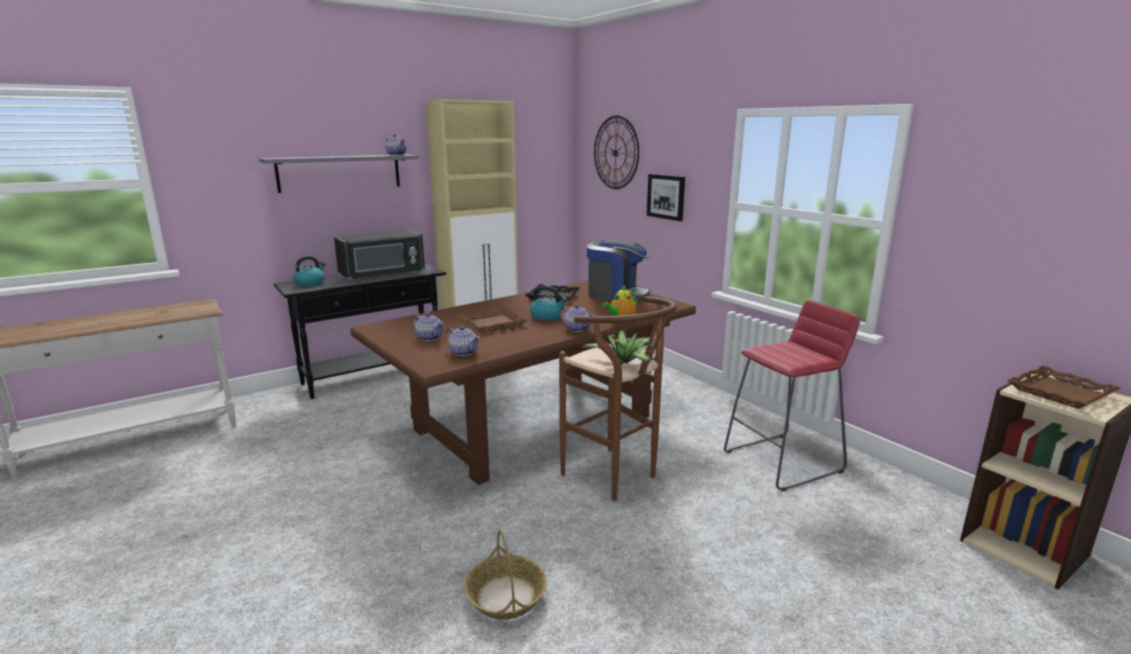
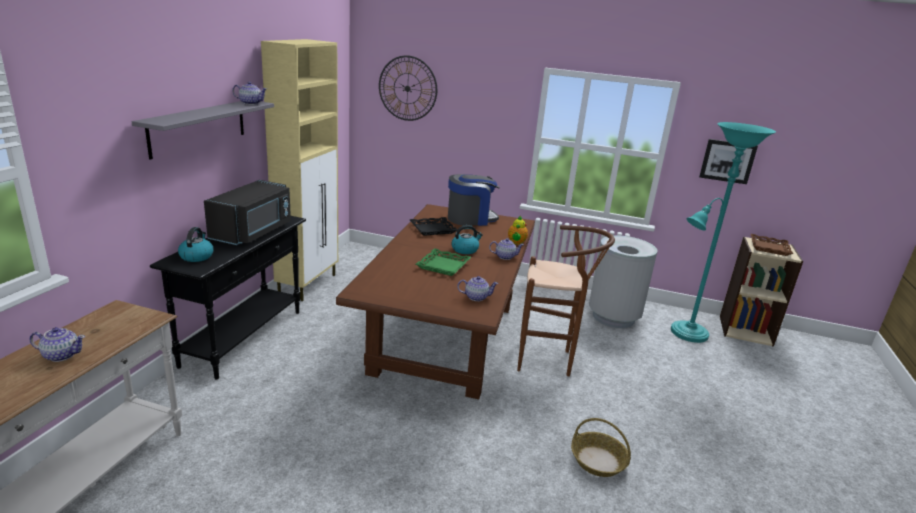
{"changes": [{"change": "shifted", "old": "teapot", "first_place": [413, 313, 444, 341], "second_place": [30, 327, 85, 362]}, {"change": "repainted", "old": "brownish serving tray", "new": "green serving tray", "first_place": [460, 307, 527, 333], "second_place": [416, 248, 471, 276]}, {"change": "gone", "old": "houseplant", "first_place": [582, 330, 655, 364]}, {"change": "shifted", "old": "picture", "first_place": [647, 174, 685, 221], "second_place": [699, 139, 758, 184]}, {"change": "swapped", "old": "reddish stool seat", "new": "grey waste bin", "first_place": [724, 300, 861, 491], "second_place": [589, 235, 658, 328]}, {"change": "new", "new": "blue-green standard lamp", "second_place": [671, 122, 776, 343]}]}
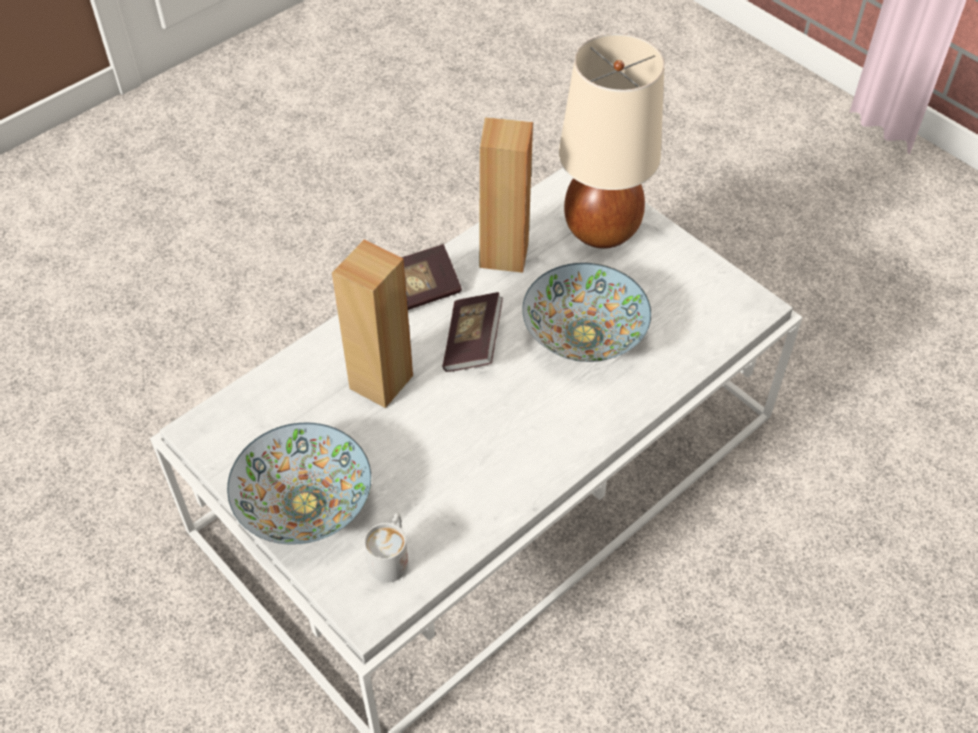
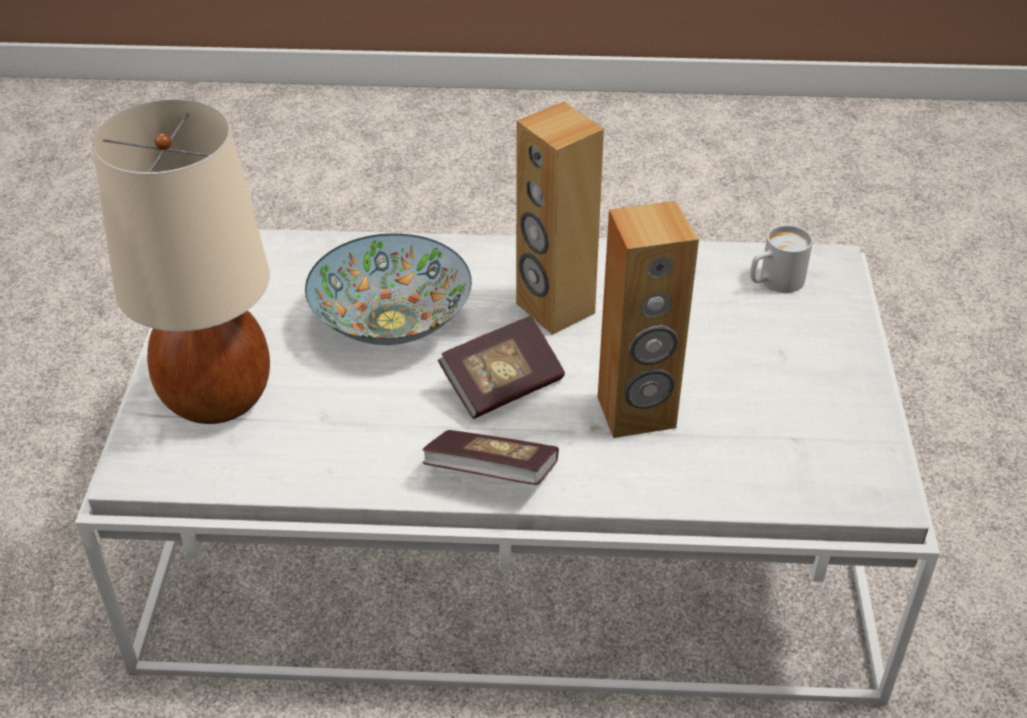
{"changes": [{"change": "gone", "old": "deep dish", "first_place": [227, 423, 371, 545]}, {"change": "shifted", "old": "brownish loudspeaker", "first_place": [479, 117, 533, 273], "second_place": [516, 102, 604, 335]}]}
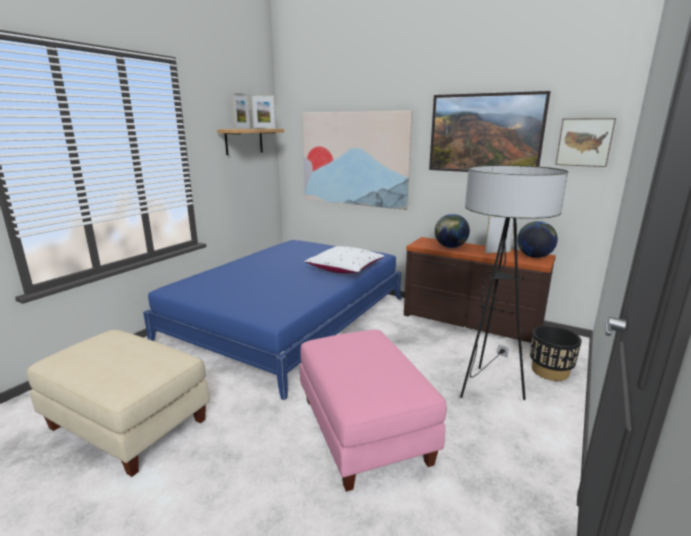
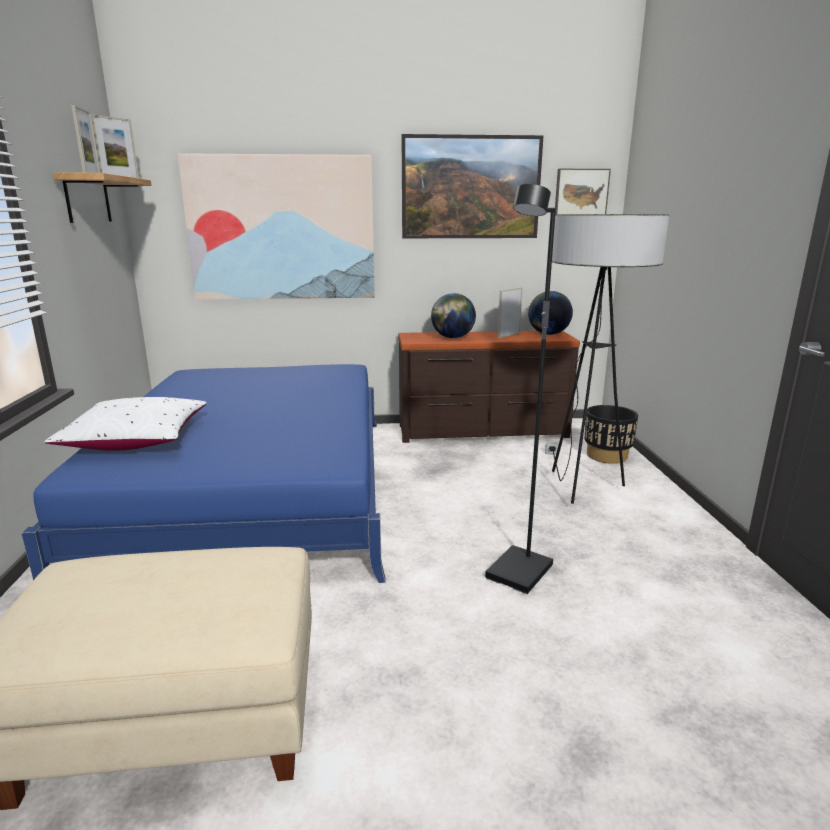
{"changes": [{"change": "swapped", "old": "pink pouffe", "new": "blackish standard lamp", "first_place": [300, 330, 446, 492], "second_place": [485, 184, 556, 594]}, {"change": "shifted", "old": "white pillow", "first_place": [304, 246, 384, 273], "second_place": [44, 397, 207, 451]}]}
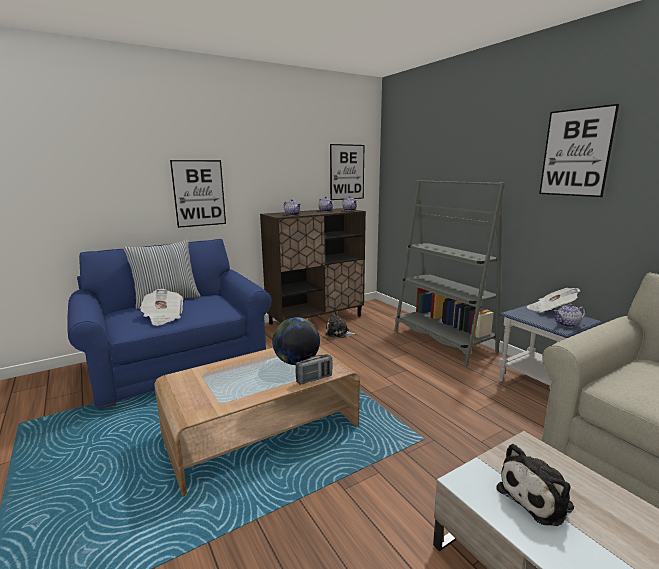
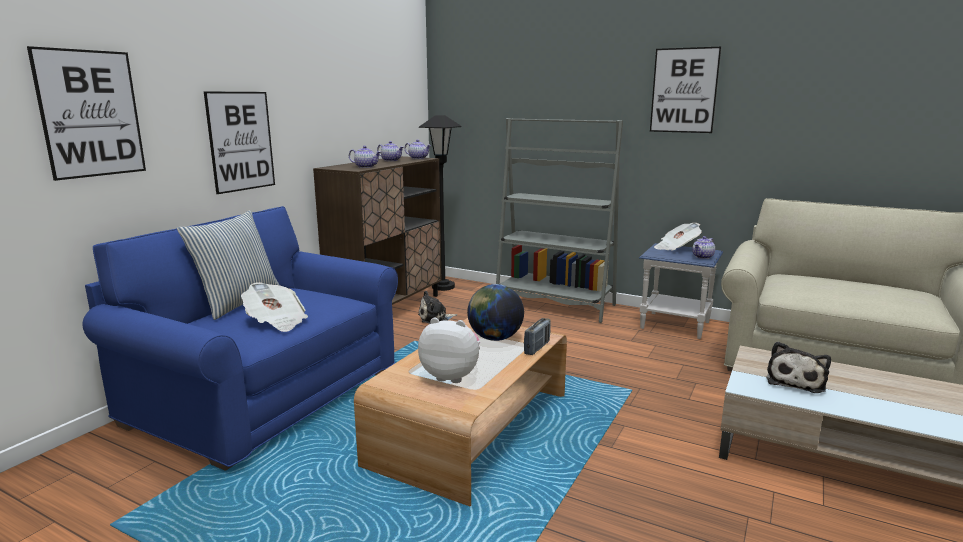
{"changes": [{"change": "shifted", "old": "picture", "first_place": [330, 144, 364, 200], "second_place": [27, 46, 146, 181]}, {"change": "new", "new": "plush toy", "second_place": [418, 317, 480, 383]}, {"change": "new", "new": "blackish standard lamp", "second_place": [419, 115, 462, 291]}]}
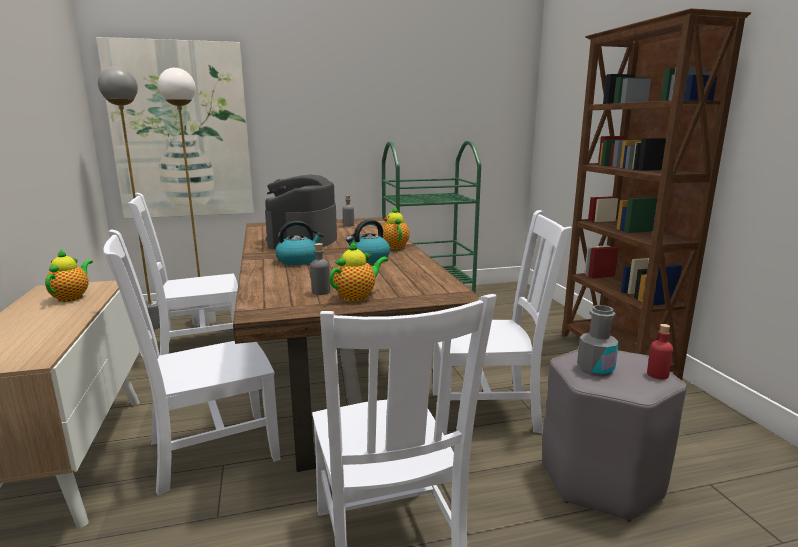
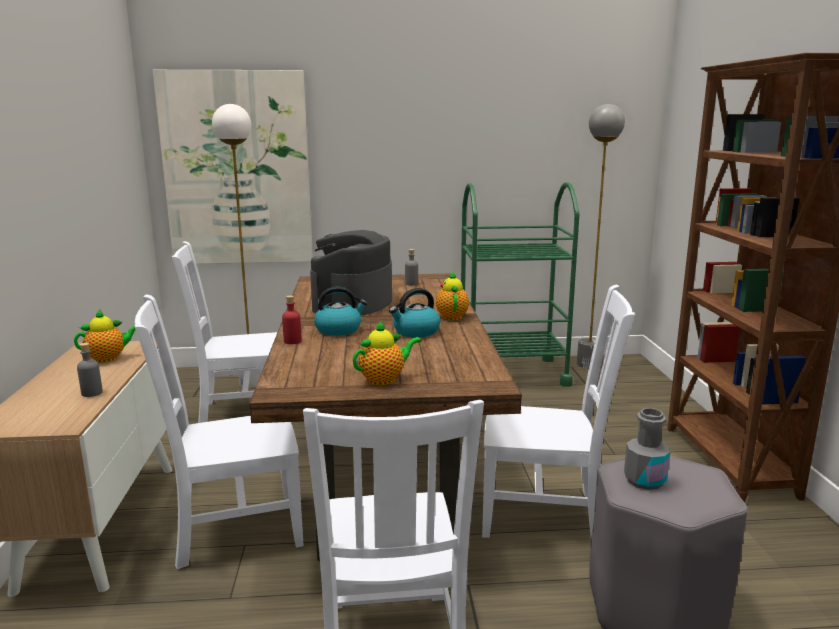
{"changes": [{"change": "rotated", "old": "teapot", "first_place": [45, 249, 93, 302], "second_place": [74, 309, 135, 363], "degrees": 45}, {"change": "shifted", "old": "grey standard lamp", "first_place": [98, 66, 160, 330], "second_place": [577, 104, 625, 369]}, {"change": "shifted", "old": "grey drink bottle", "first_place": [310, 243, 330, 295], "second_place": [77, 343, 103, 397]}, {"change": "shifted", "old": "reddish drink bottle", "first_place": [647, 324, 673, 380], "second_place": [282, 295, 301, 344]}]}
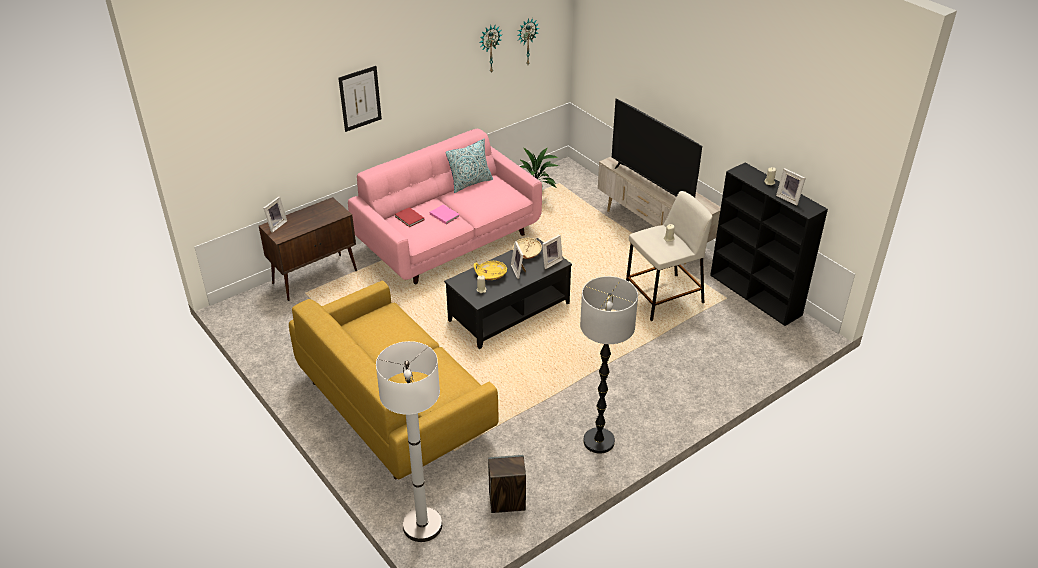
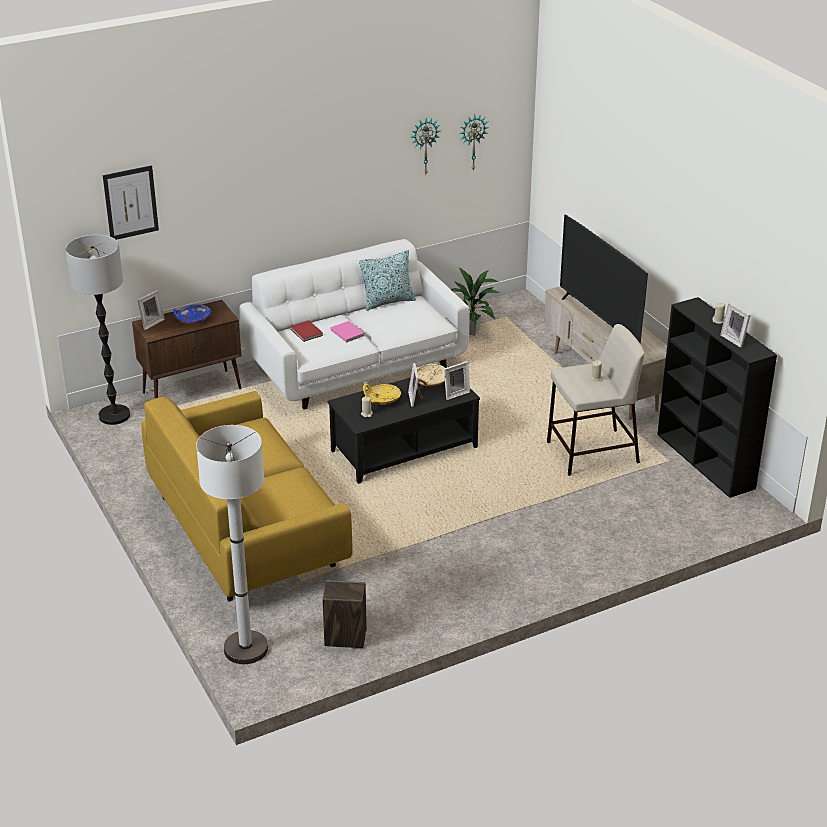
{"changes": [{"change": "shifted", "old": "picture", "first_place": [338, 66, 382, 132], "second_place": [103, 165, 159, 240]}, {"change": "repainted", "old": "pink sofa", "new": "white sofa", "first_place": [348, 129, 542, 284], "second_place": [239, 239, 470, 410]}, {"change": "shifted", "old": "standard lamp", "first_place": [580, 276, 638, 454], "second_place": [66, 235, 130, 425]}, {"change": "new", "new": "blue-coloured deep dish", "second_place": [173, 304, 211, 324]}]}
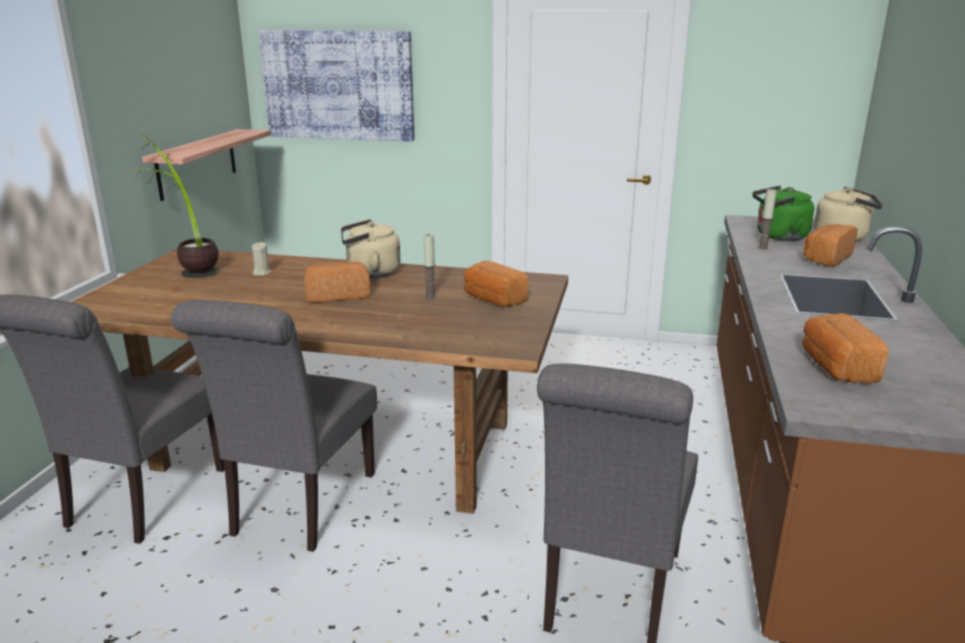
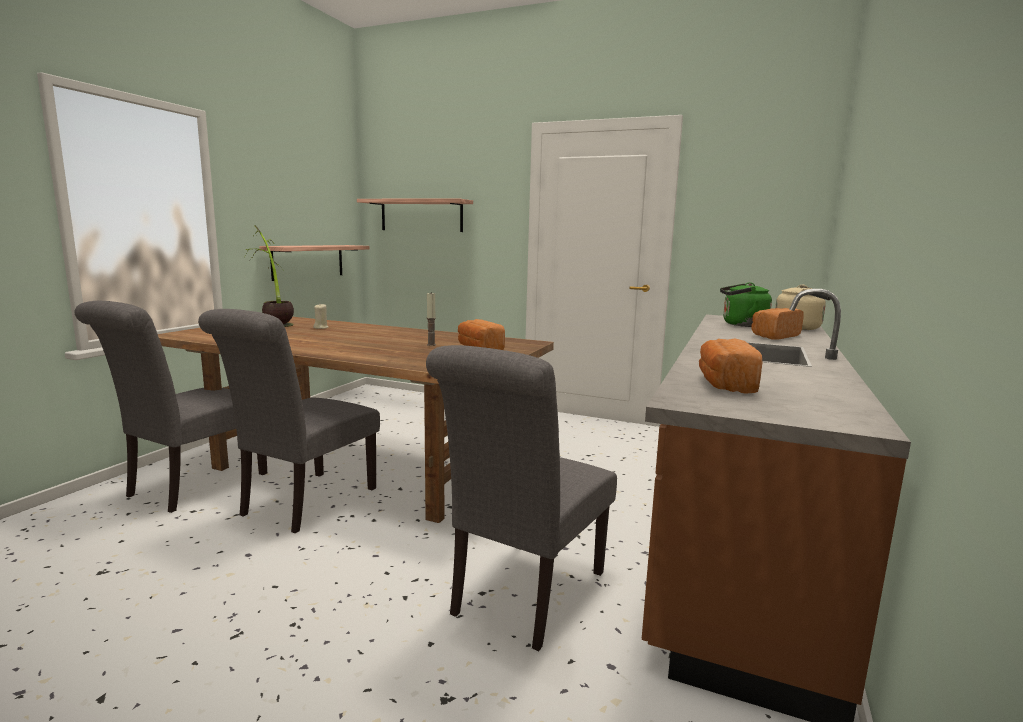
{"changes": [{"change": "swapped", "old": "picture", "new": "bracket shelf", "first_place": [259, 30, 415, 142], "second_place": [357, 199, 473, 232]}, {"change": "gone", "old": "baked bread", "first_place": [304, 261, 370, 303]}, {"change": "gone", "old": "sand-coloured kettle", "first_place": [341, 219, 400, 278]}, {"change": "gone", "old": "wax light", "first_place": [758, 188, 777, 250]}]}
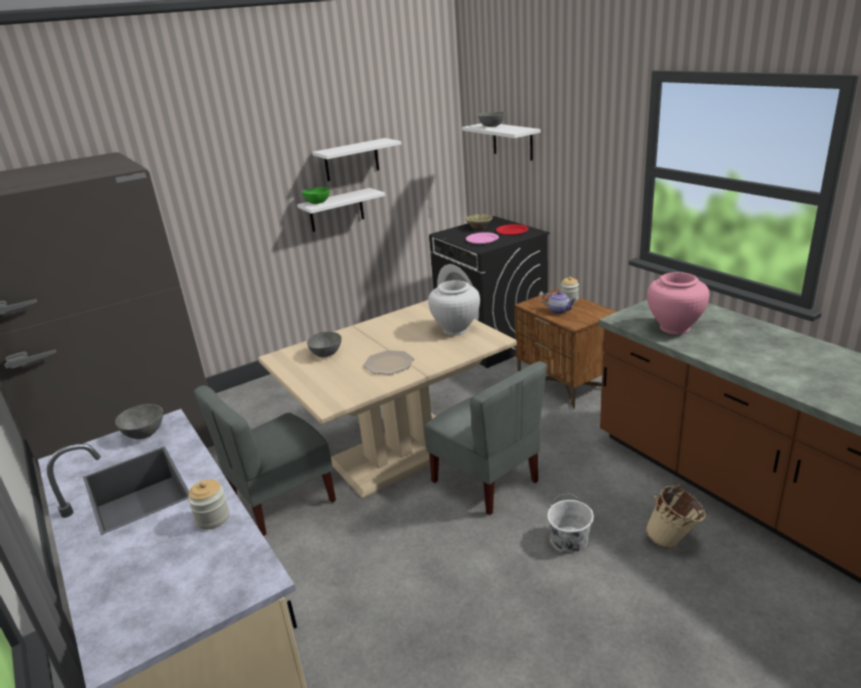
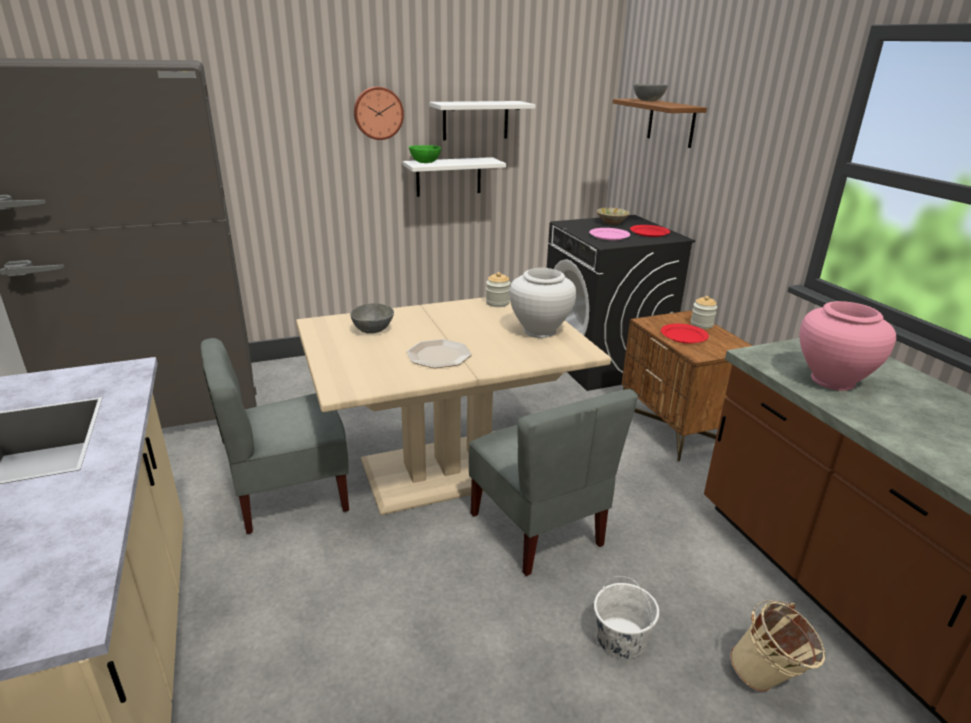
{"changes": [{"change": "gone", "old": "grey deep dish", "first_place": [115, 404, 163, 439]}, {"change": "shifted", "old": "jar", "first_place": [188, 480, 230, 530], "second_place": [486, 272, 511, 307]}, {"change": "repainted", "old": "white bracket shelf", "new": "brownish bracket shelf", "first_place": [462, 123, 541, 161], "second_place": [613, 99, 707, 148]}, {"change": "swapped", "old": "teapot", "new": "reddish flat dish", "first_place": [542, 291, 576, 314], "second_place": [661, 324, 709, 343]}, {"change": "new", "new": "wall clock", "second_place": [354, 87, 404, 140]}]}
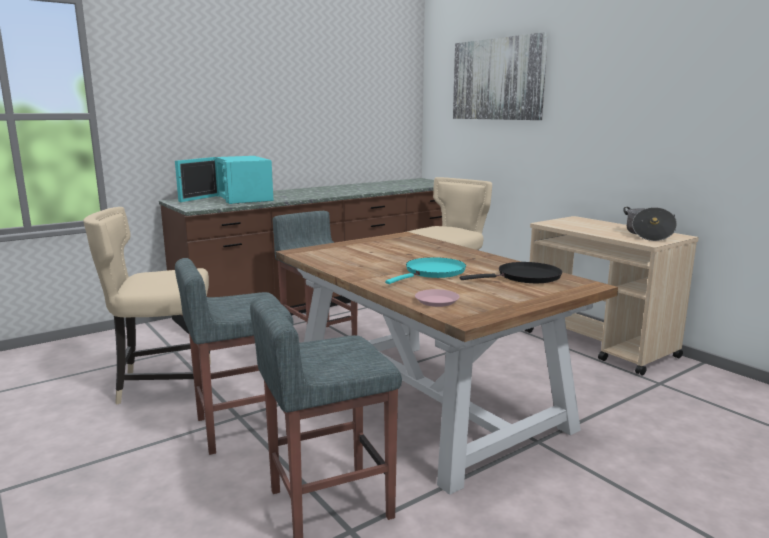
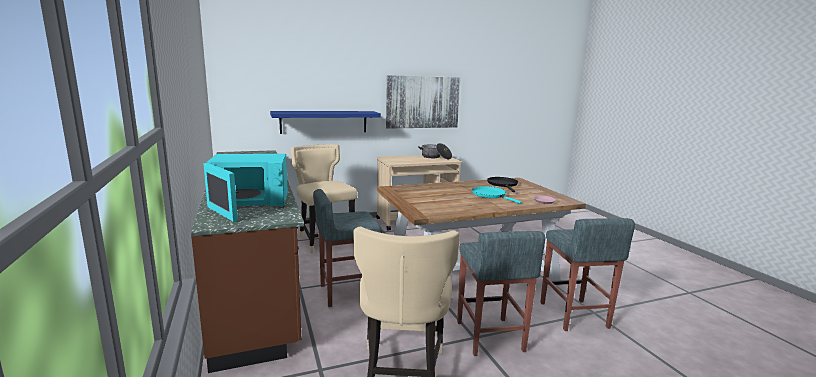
{"changes": [{"change": "shifted", "old": "picture", "first_place": [453, 32, 548, 120], "second_place": [386, 75, 461, 128]}, {"change": "new", "new": "blue-coloured bracket shelf", "second_place": [270, 111, 381, 134]}]}
